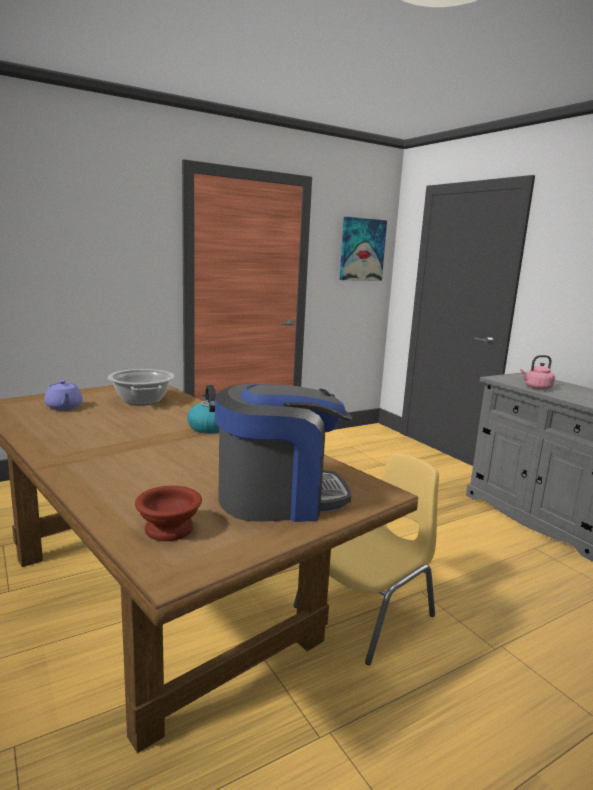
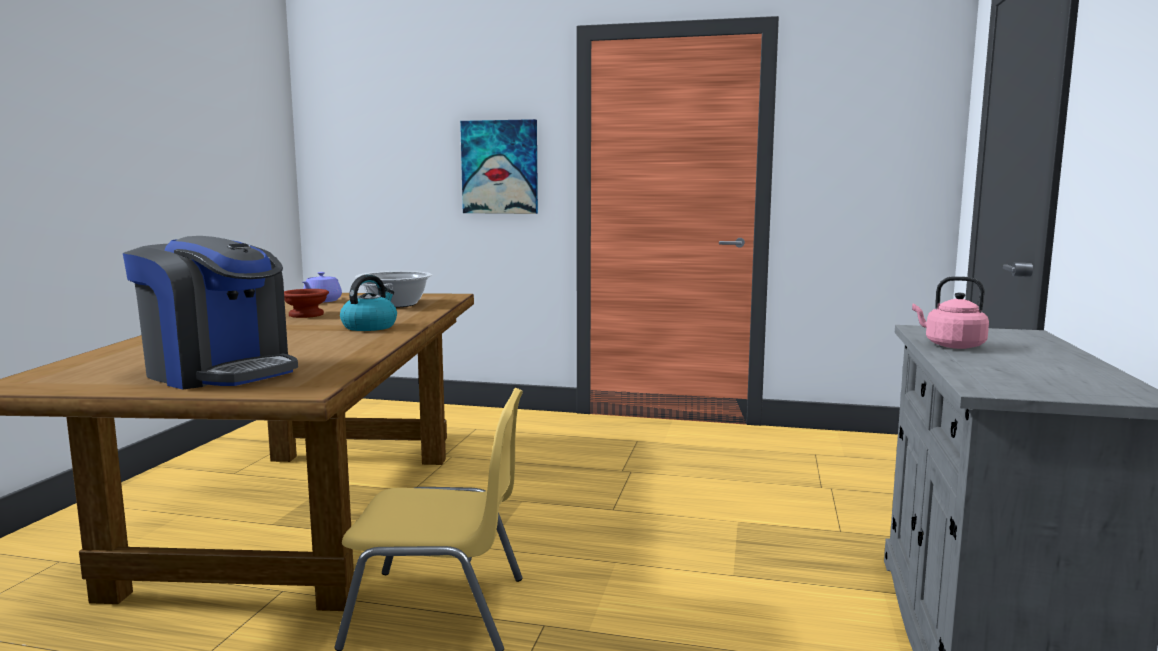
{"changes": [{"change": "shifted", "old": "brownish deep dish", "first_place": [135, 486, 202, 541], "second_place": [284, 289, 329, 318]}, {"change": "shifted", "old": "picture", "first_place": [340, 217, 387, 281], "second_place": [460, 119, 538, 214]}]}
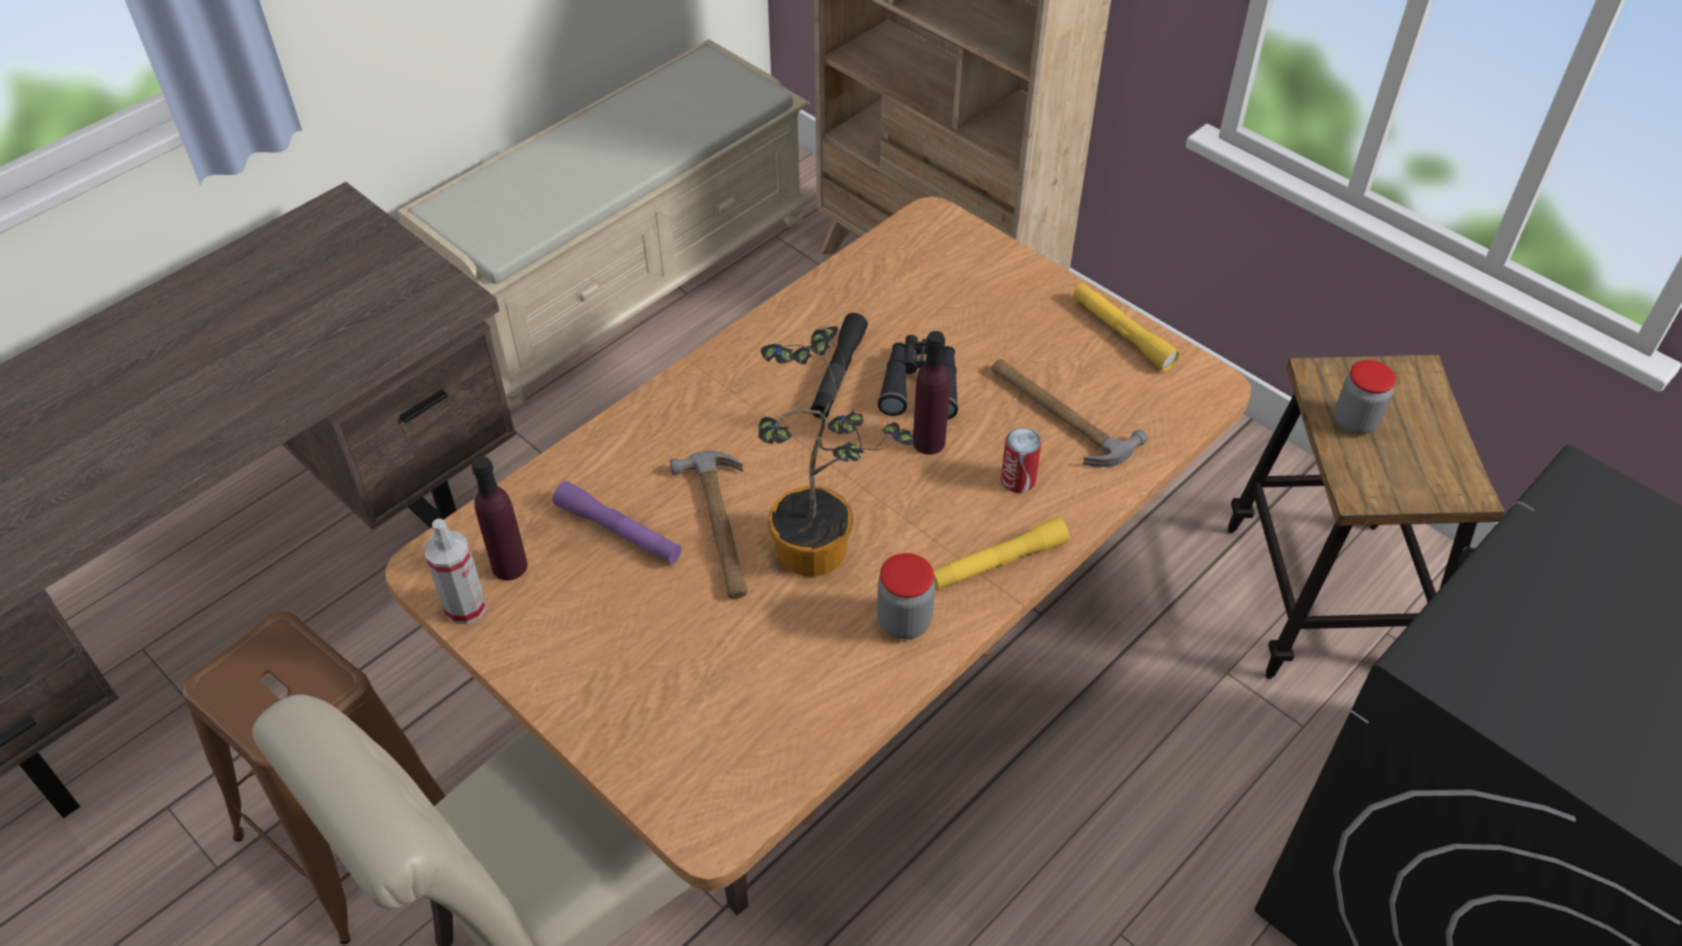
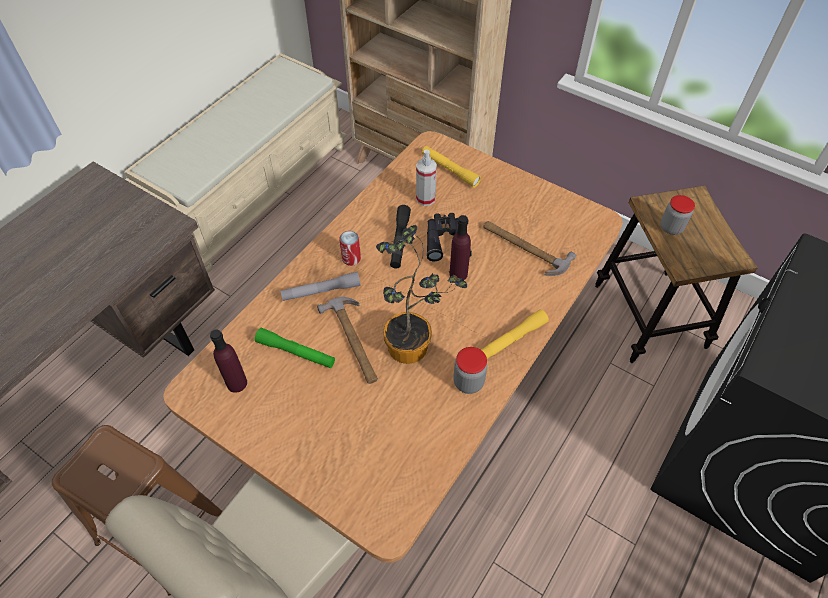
{"changes": [{"change": "shifted", "old": "hand sprayer", "first_place": [424, 519, 487, 624], "second_place": [416, 150, 437, 206]}, {"change": "repainted", "old": "purple-coloured hand torch", "new": "green hand torch", "first_place": [553, 481, 681, 564], "second_place": [255, 328, 335, 368]}, {"change": "shifted", "old": "can", "first_place": [1001, 428, 1042, 493], "second_place": [339, 231, 361, 266]}, {"change": "shifted", "old": "yellow-coloured hand torch", "first_place": [1073, 283, 1180, 371], "second_place": [422, 146, 481, 188]}, {"change": "new", "new": "grey hand torch", "second_place": [280, 272, 360, 301]}]}
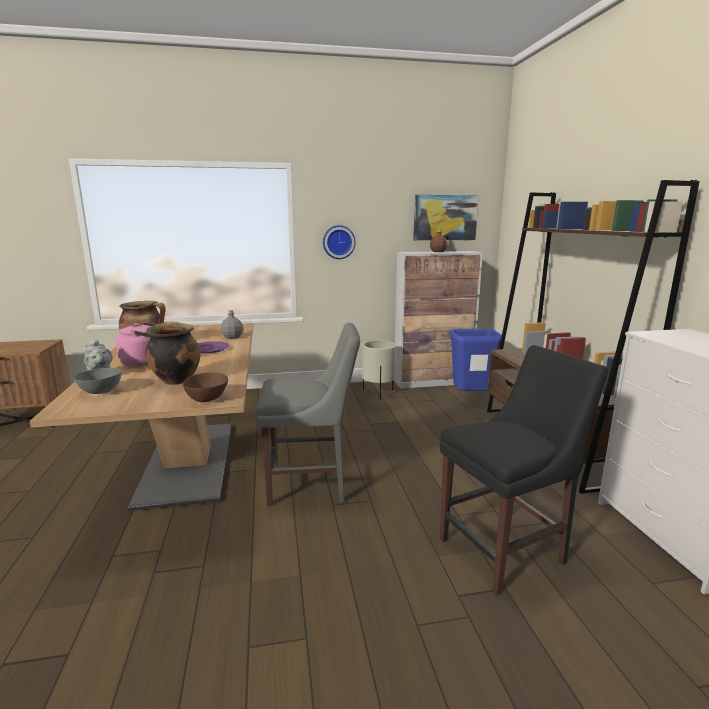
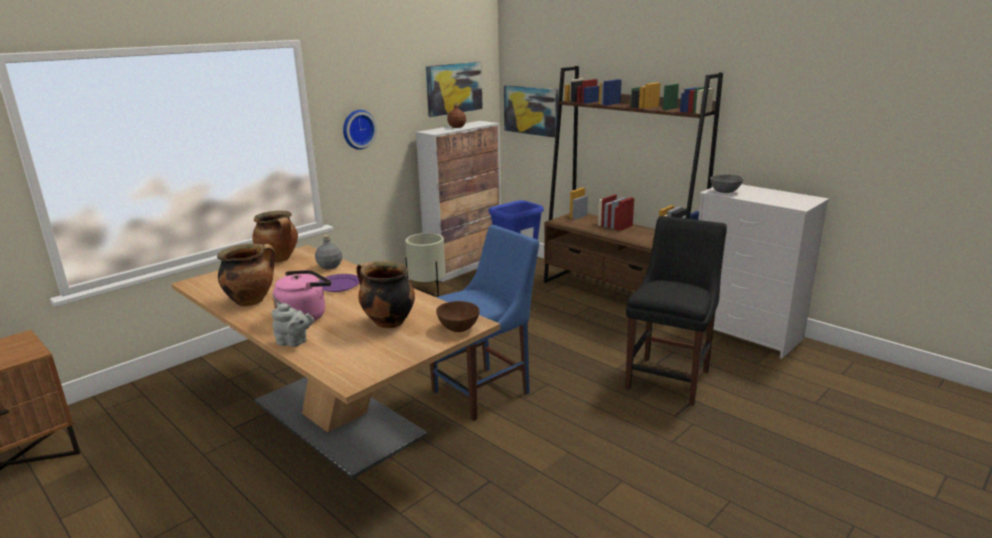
{"changes": [{"change": "shifted", "old": "grey deep dish", "first_place": [74, 368, 122, 394], "second_place": [710, 174, 743, 193]}, {"change": "repainted", "old": "grey upright chair", "new": "blue-coloured upright chair", "first_place": [256, 323, 360, 506], "second_place": [430, 225, 539, 421]}, {"change": "new", "new": "stockpot", "second_place": [253, 211, 298, 262]}, {"change": "new", "new": "picture", "second_place": [504, 85, 558, 138]}]}
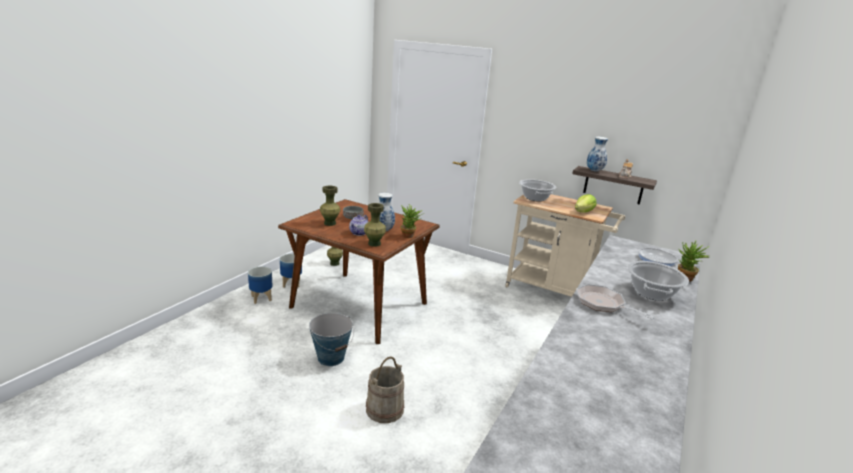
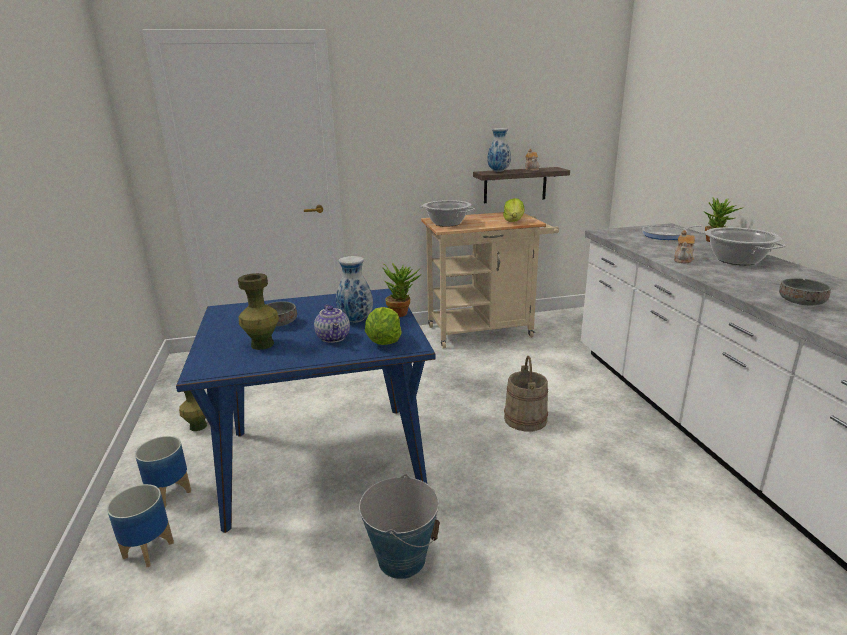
{"changes": [{"change": "repainted", "old": "brownish dinner table", "new": "blue-coloured dinner table", "first_place": [278, 199, 440, 344], "second_place": [176, 288, 436, 533]}, {"change": "swapped", "old": "green vase", "new": "lettuce head", "first_place": [364, 203, 386, 247], "second_place": [365, 307, 401, 345]}, {"change": "shifted", "old": "sand-coloured bucket", "first_place": [366, 356, 404, 423], "second_place": [504, 356, 548, 432]}, {"change": "gone", "old": "pan", "first_place": [576, 284, 655, 319]}, {"change": "new", "new": "teapot", "second_place": [674, 230, 695, 263]}, {"change": "new", "new": "grey deep dish", "second_place": [779, 278, 831, 305]}]}
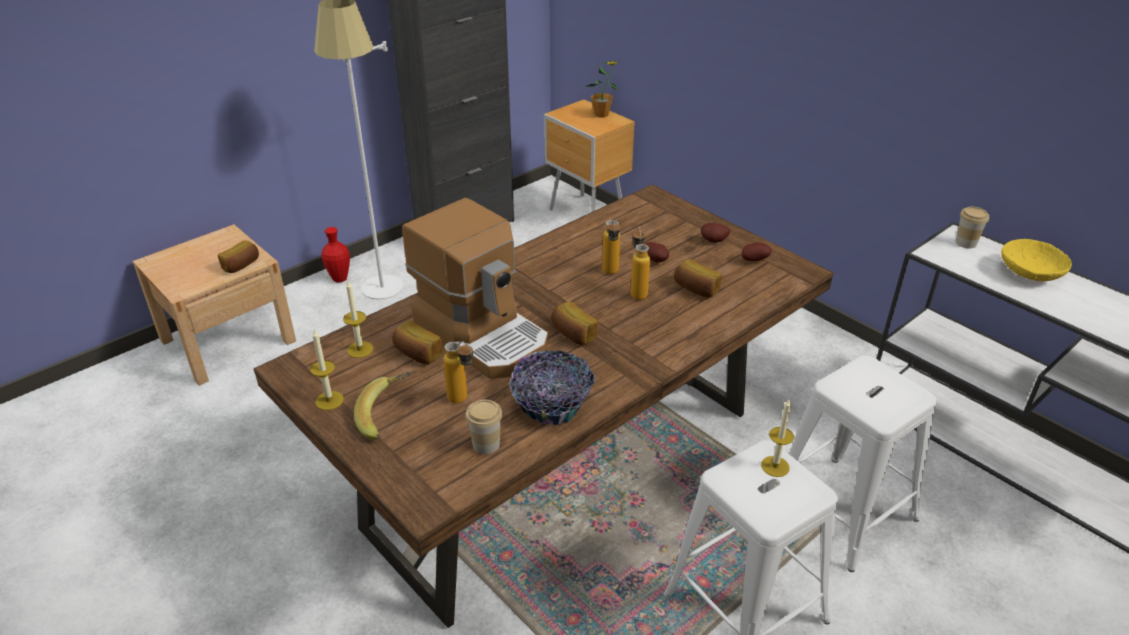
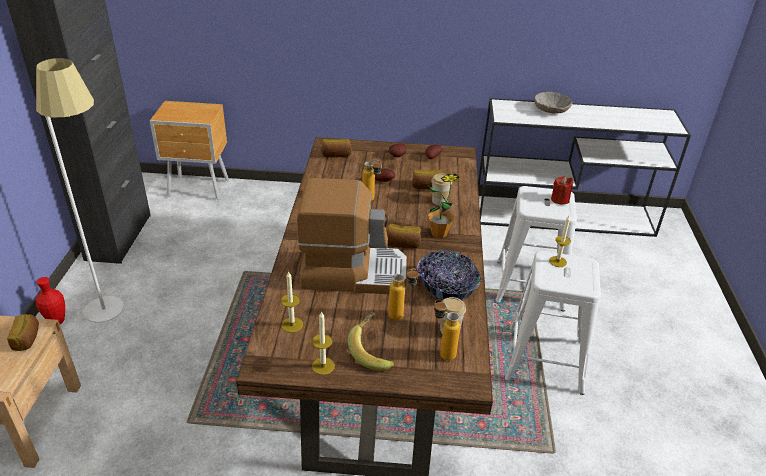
{"changes": [{"change": "shifted", "old": "baked bread", "first_place": [392, 321, 442, 364], "second_place": [321, 139, 352, 157]}, {"change": "shifted", "old": "houseplant", "first_place": [587, 61, 619, 118], "second_place": [427, 174, 459, 238]}, {"change": "shifted", "old": "drink bottle", "first_place": [631, 227, 650, 300], "second_place": [434, 299, 460, 361]}, {"change": "shifted", "old": "small cup", "first_place": [955, 207, 989, 248], "second_place": [431, 173, 452, 205]}, {"change": "repainted", "old": "yellow-coloured deep dish", "new": "grey deep dish", "first_place": [1001, 239, 1072, 281], "second_place": [534, 92, 572, 113]}, {"change": "new", "new": "reddish wax light", "second_place": [551, 176, 573, 205]}]}
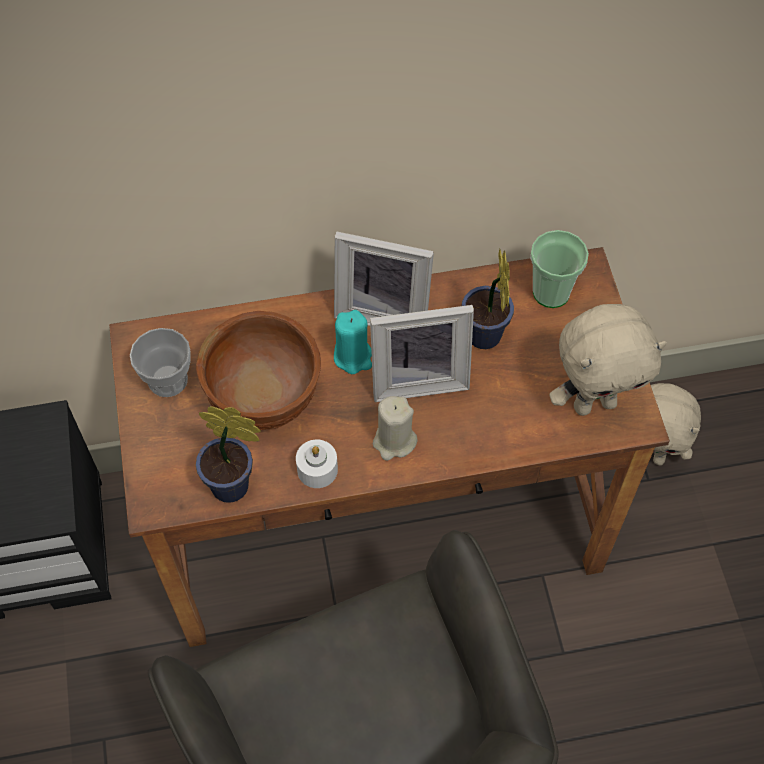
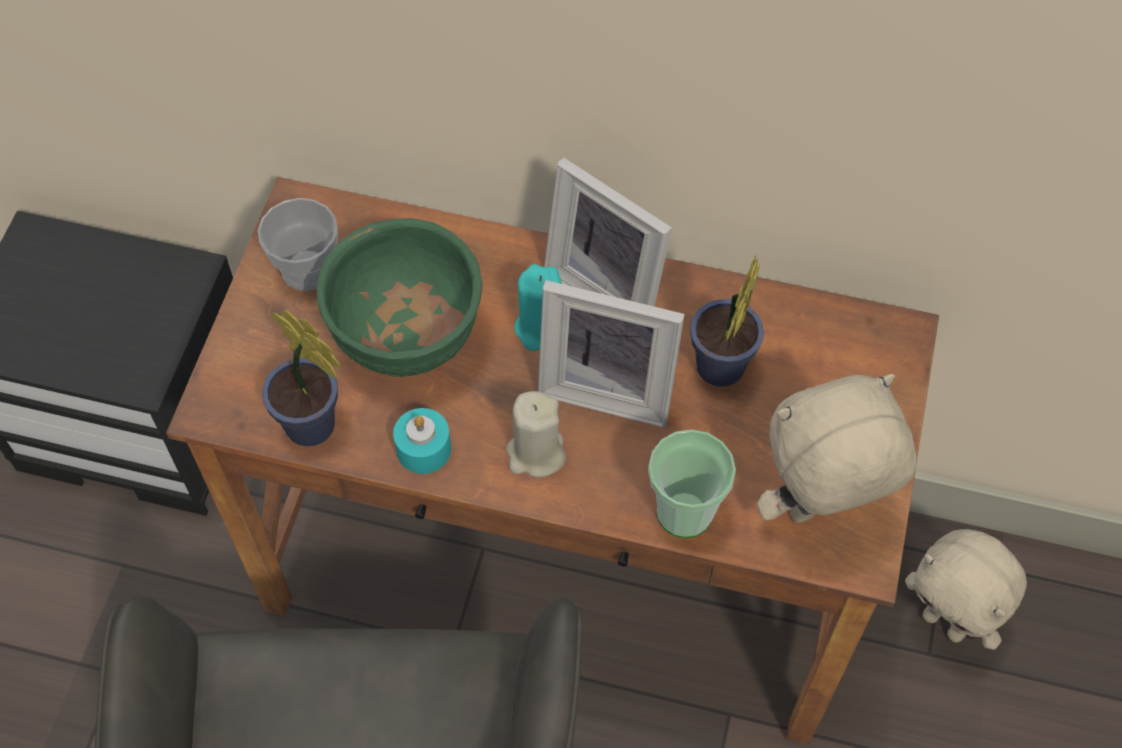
{"changes": [{"change": "repainted", "old": "brownish deep dish", "new": "green deep dish", "first_place": [196, 311, 321, 430], "second_place": [317, 218, 483, 377]}, {"change": "repainted", "old": "white wax light", "new": "blue-green wax light", "first_place": [296, 439, 338, 488], "second_place": [393, 408, 451, 474]}, {"change": "shifted", "old": "small cup", "first_place": [530, 230, 589, 308], "second_place": [648, 429, 736, 538]}, {"change": "rotated", "old": "sand-coloured plush toy", "first_place": [549, 304, 667, 416], "second_place": [757, 374, 917, 523], "degrees": 150}]}
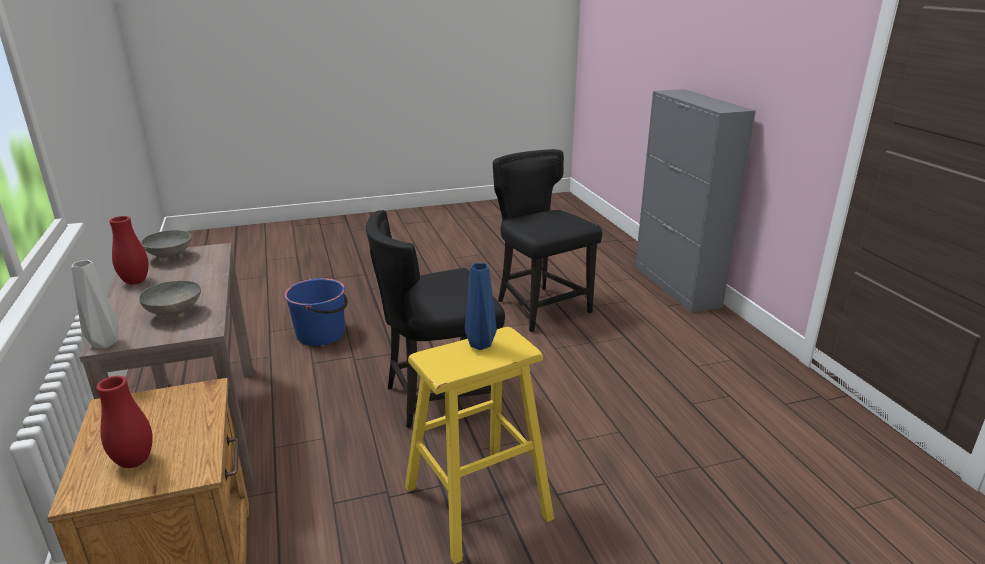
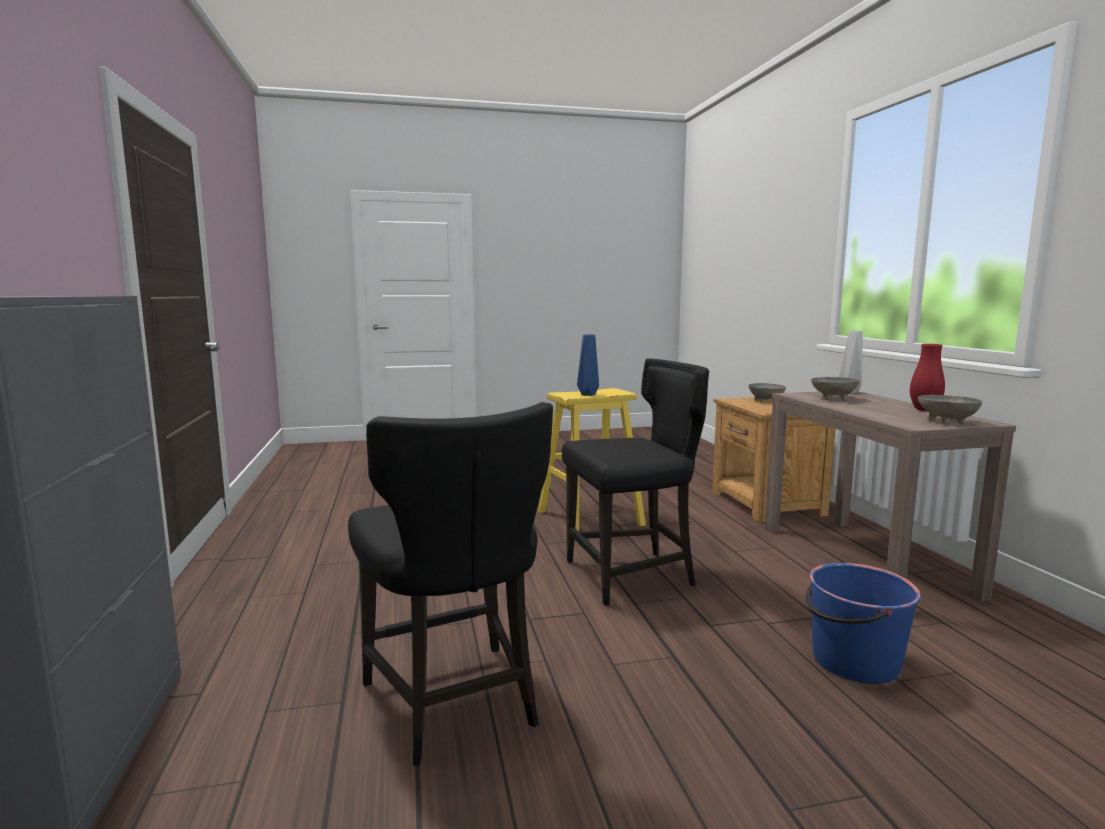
{"changes": [{"change": "swapped", "old": "reddish vase", "new": "grey deep dish", "first_place": [96, 376, 153, 468], "second_place": [748, 383, 786, 402]}]}
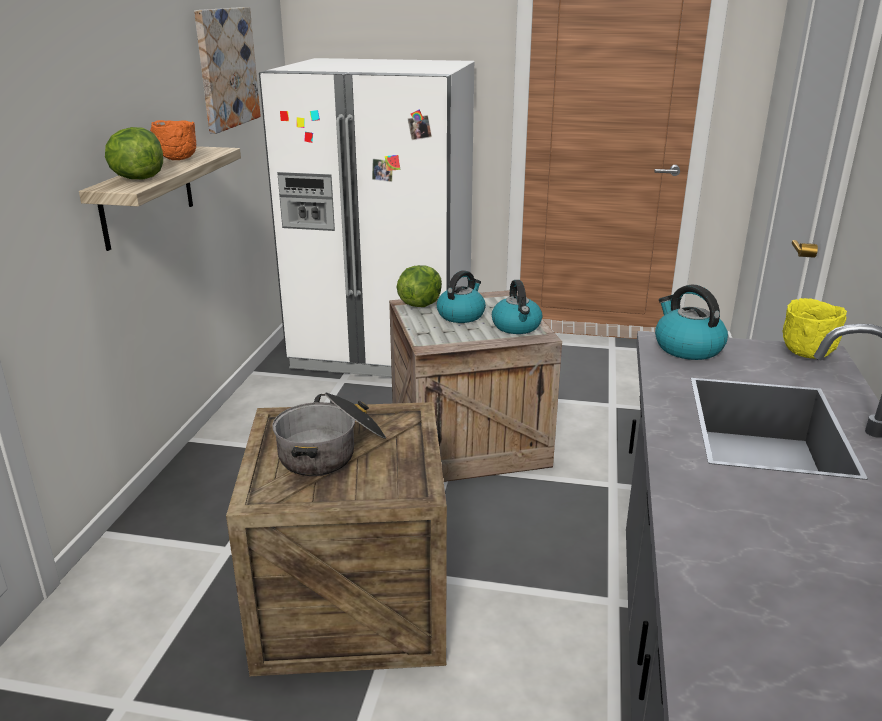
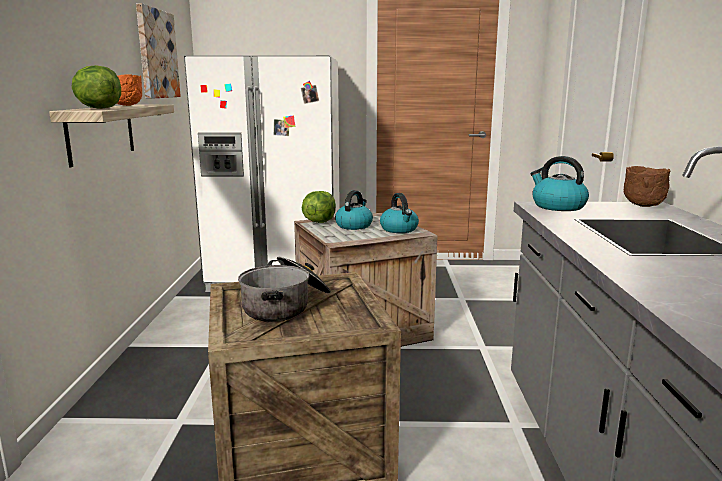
{"changes": [{"change": "repainted", "old": "yellow-coloured deep dish", "new": "brownish deep dish", "first_place": [783, 298, 847, 359], "second_place": [624, 166, 670, 207]}]}
